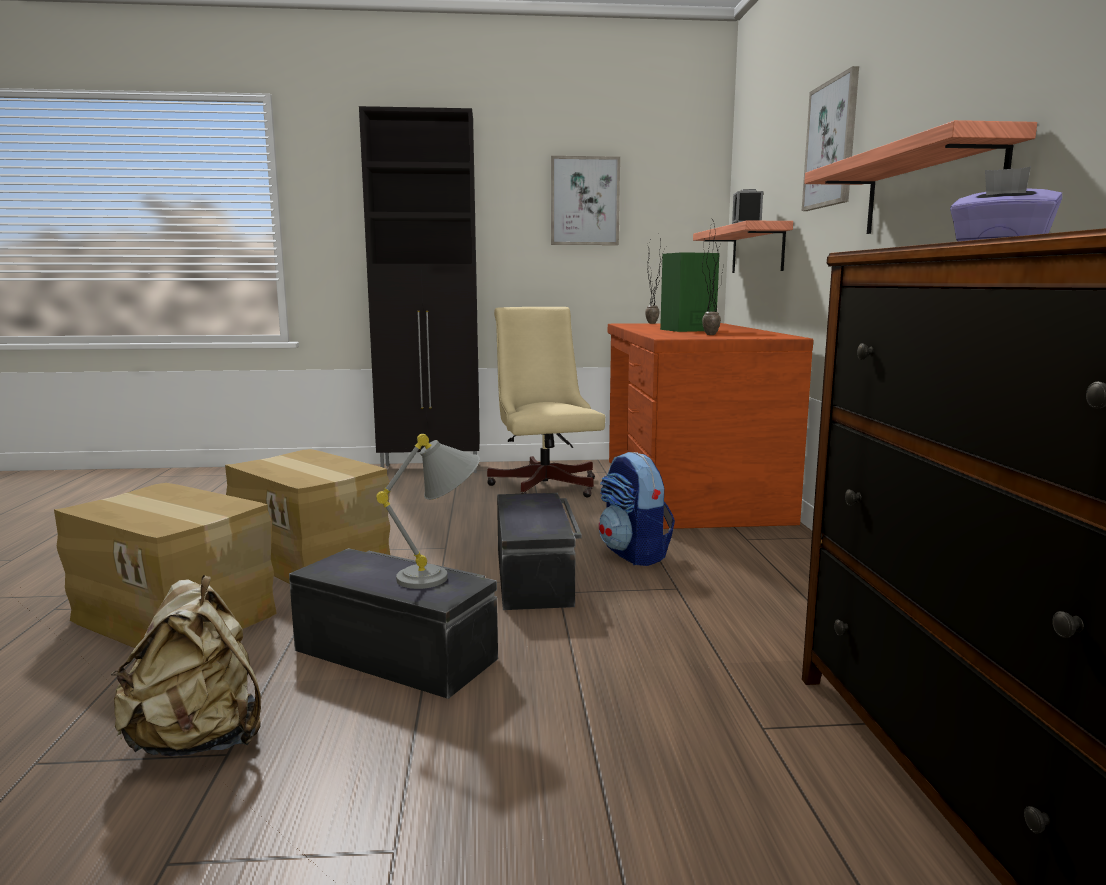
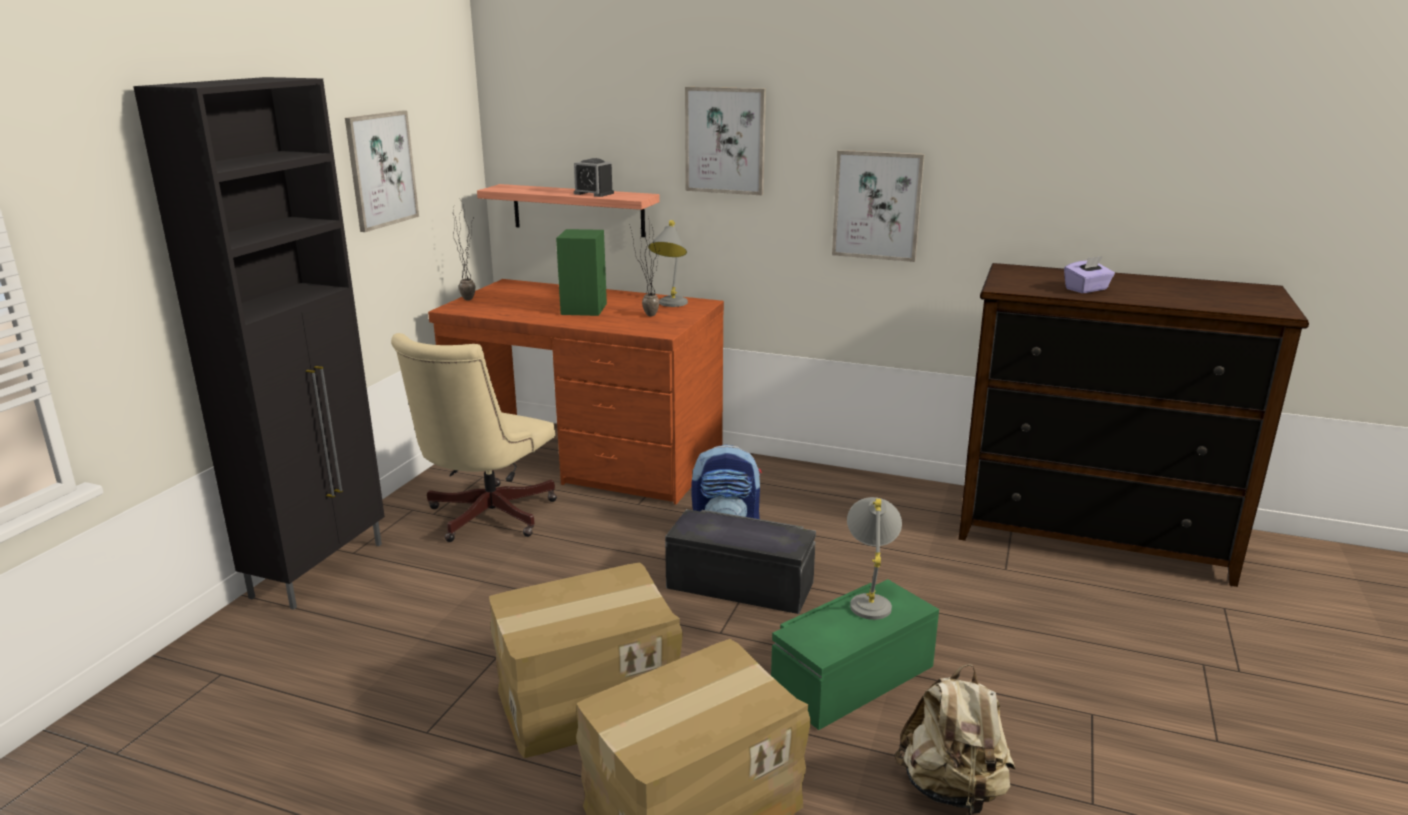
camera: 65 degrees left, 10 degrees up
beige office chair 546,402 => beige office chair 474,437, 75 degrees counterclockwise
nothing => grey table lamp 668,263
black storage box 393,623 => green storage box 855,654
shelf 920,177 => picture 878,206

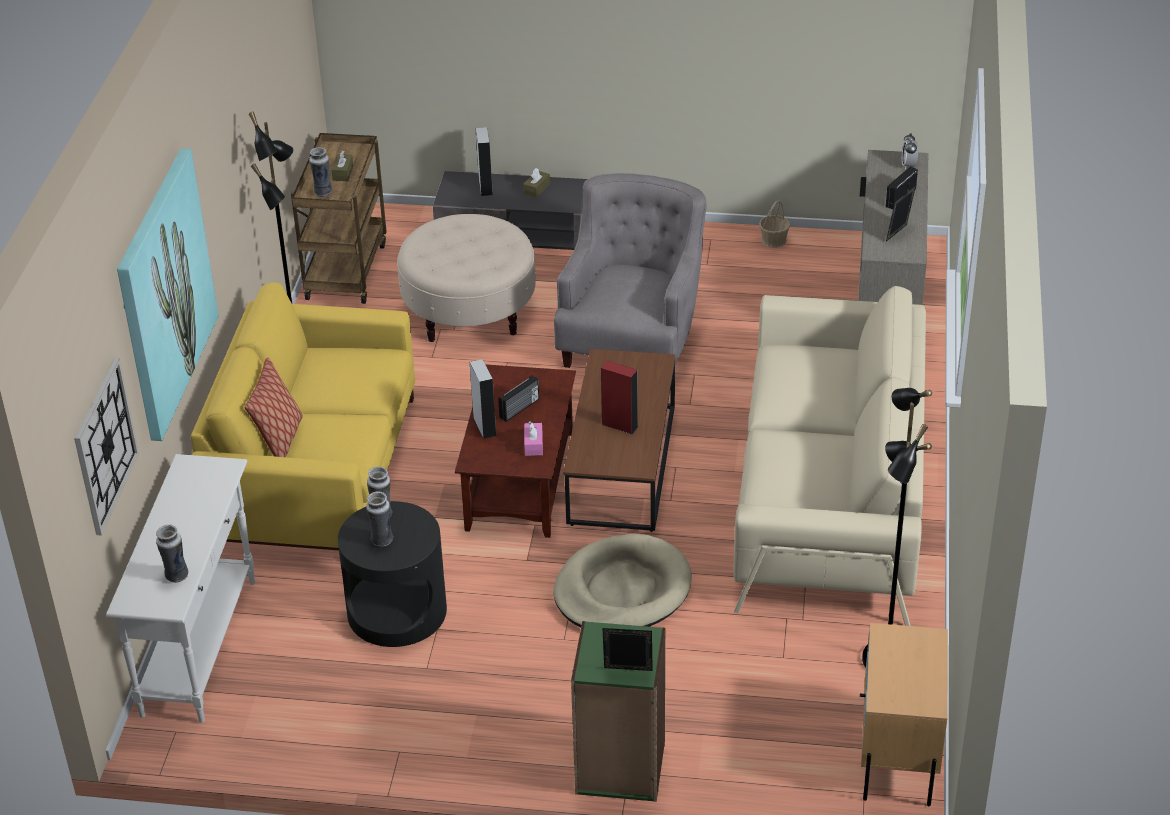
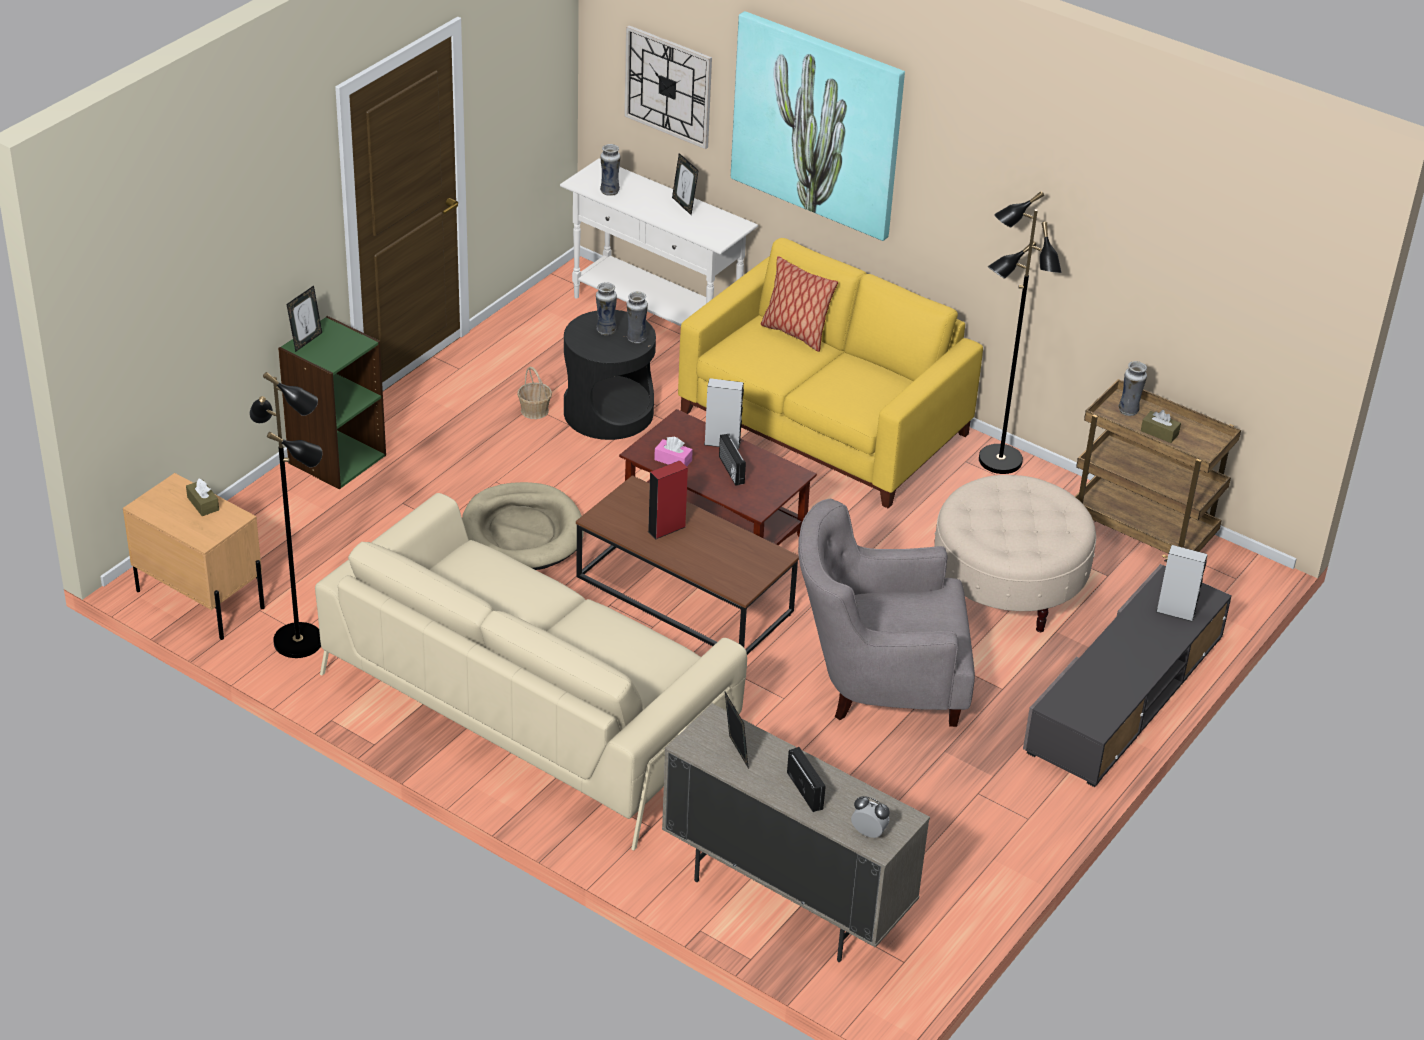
camera: 115 degrees right, 0 degrees up
brown tissue box 536,183 => brown tissue box 202,497, moved
basket 774,224 => basket 534,393, moved
nothing => picture frame 685,184
grey armchair 630,270 => grey armchair 886,613, 135 degrees clockwise

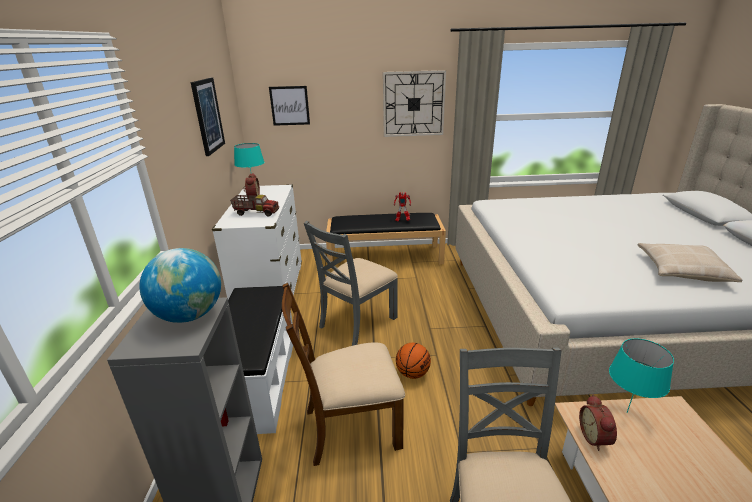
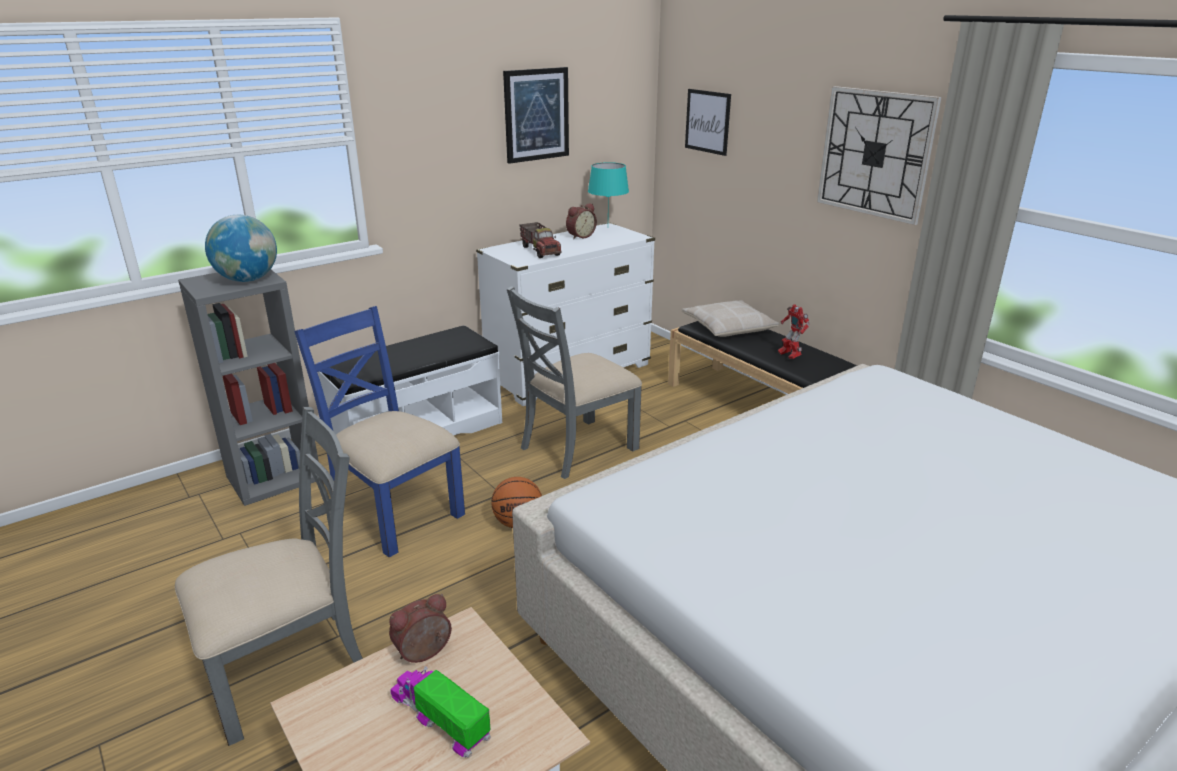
camera: 55 degrees right, 0 degrees up
brown chair 343,374 => blue chair 379,432
nothing => toy truck 440,712
grey chair 351,283 => grey chair 574,382, 45 degrees counterclockwise
beige pillow 690,262 => beige pillow 730,318, moved
turquoise table lamp 641,375 => nothing

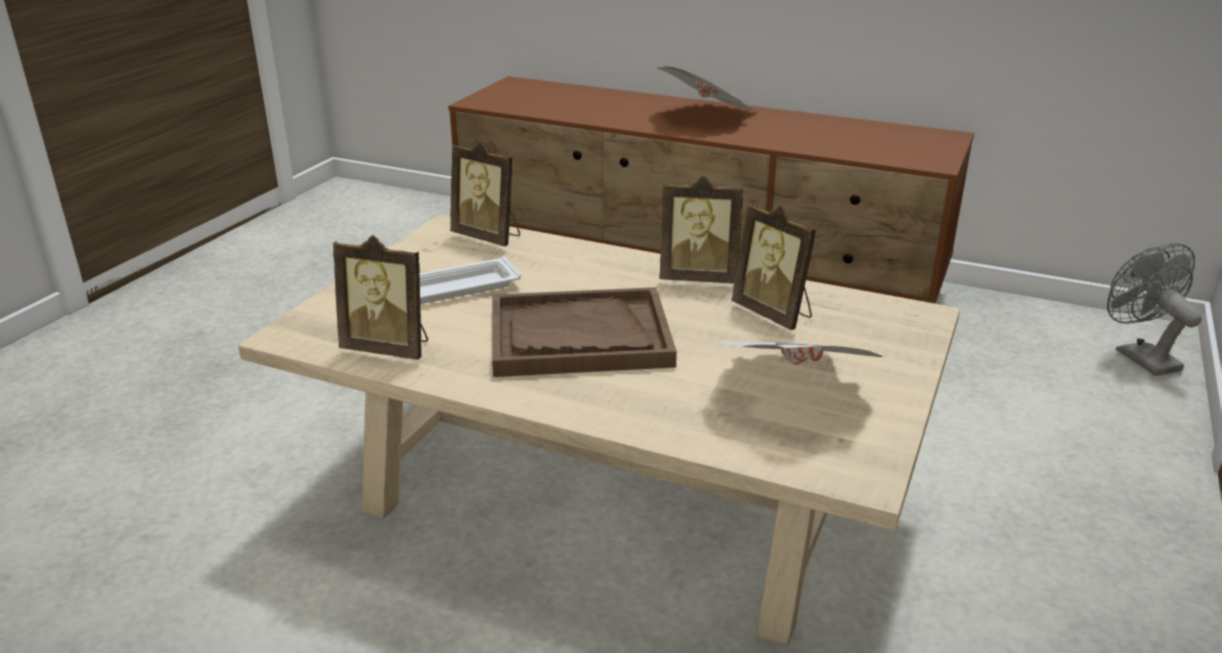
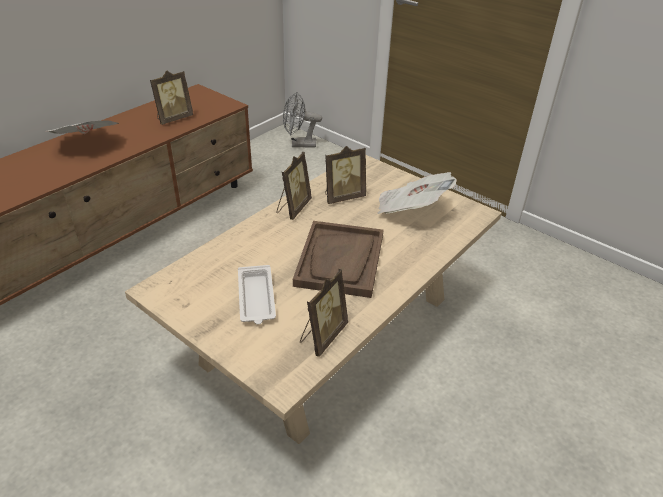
camera: 75 degrees left, 10 degrees up
picture frame 485,193 => picture frame 171,98, moved

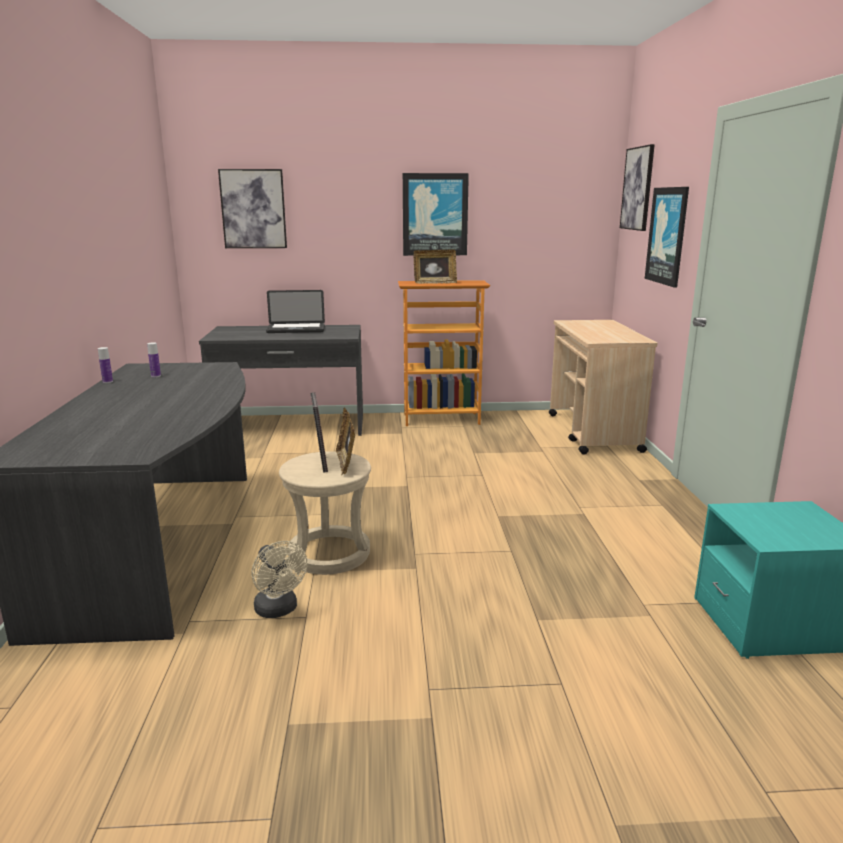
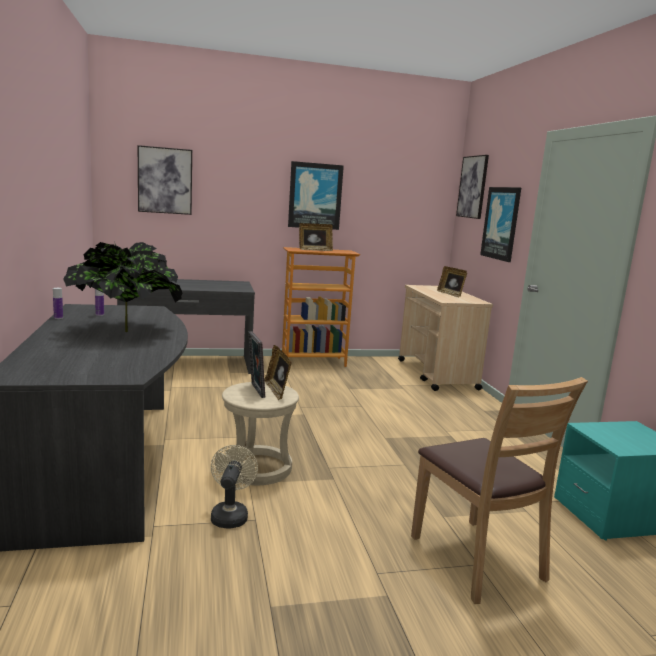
camera: 10 degrees left, 5 degrees down
nothing => potted plant 123,286
beige fan 280,579 => beige fan 234,487, 135 degrees counterclockwise
nothing => brown chair 499,490
nothing => picture frame 452,281
laptop 295,311 => nothing

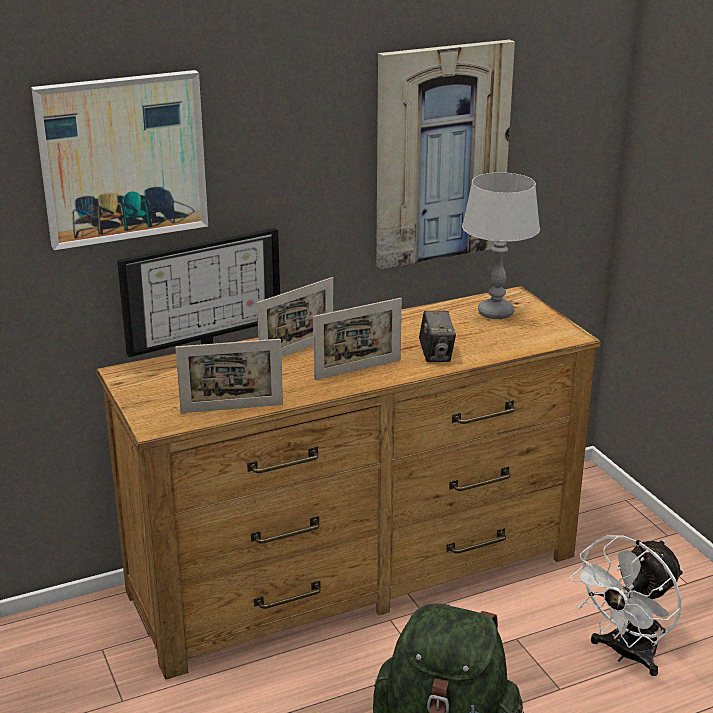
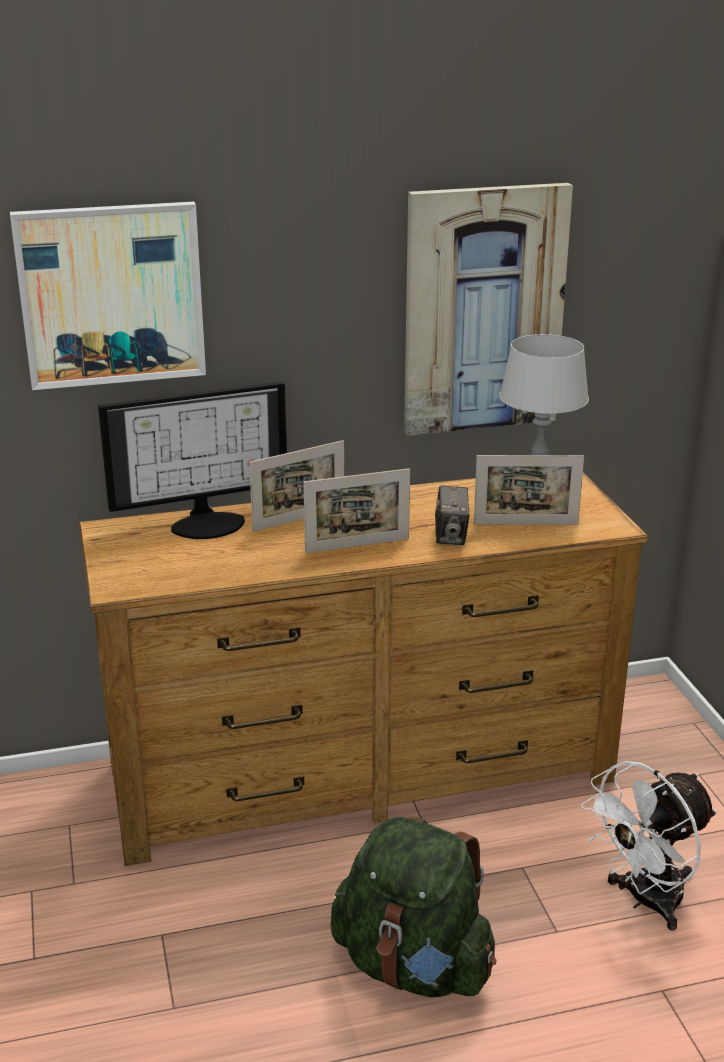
camera: 10 degrees right, 0 degrees up
picture frame 229,376 => picture frame 529,490, moved

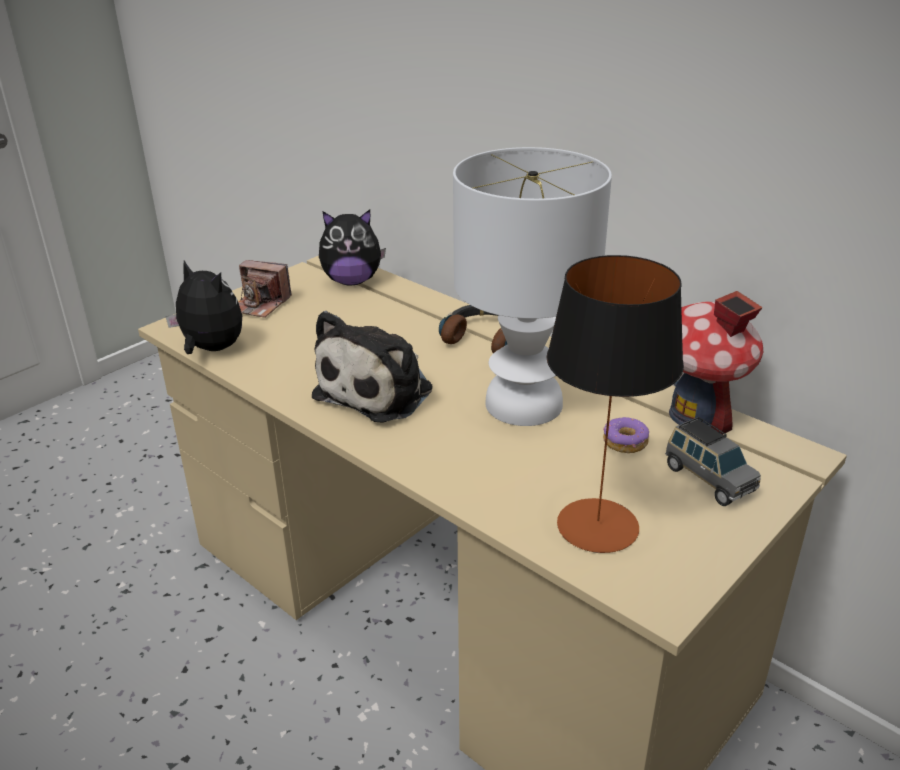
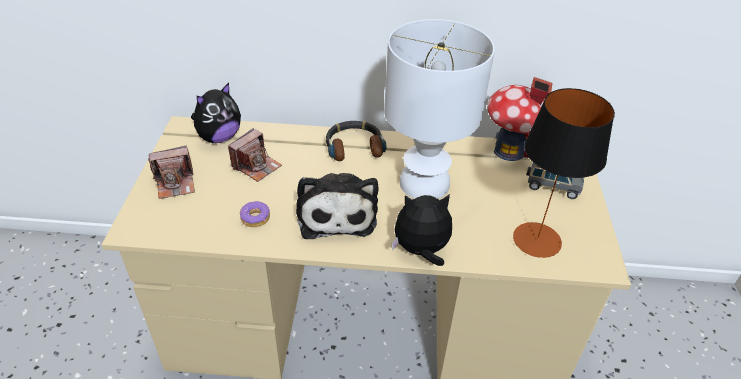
camera: 40 degrees left, 10 degrees up
nothing => photo camera 255,155
donut 626,435 => donut 255,214, moved
plush toy 204,307 => plush toy 421,230, moved

